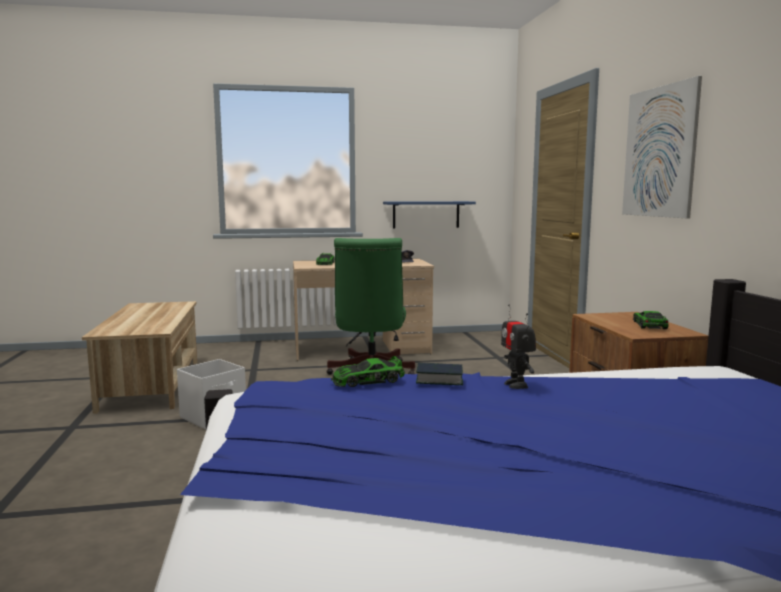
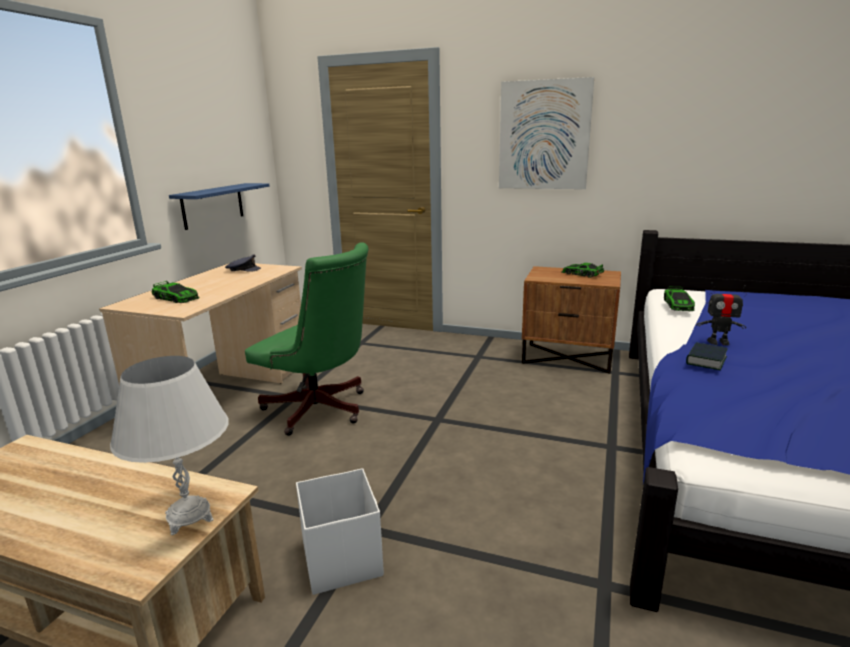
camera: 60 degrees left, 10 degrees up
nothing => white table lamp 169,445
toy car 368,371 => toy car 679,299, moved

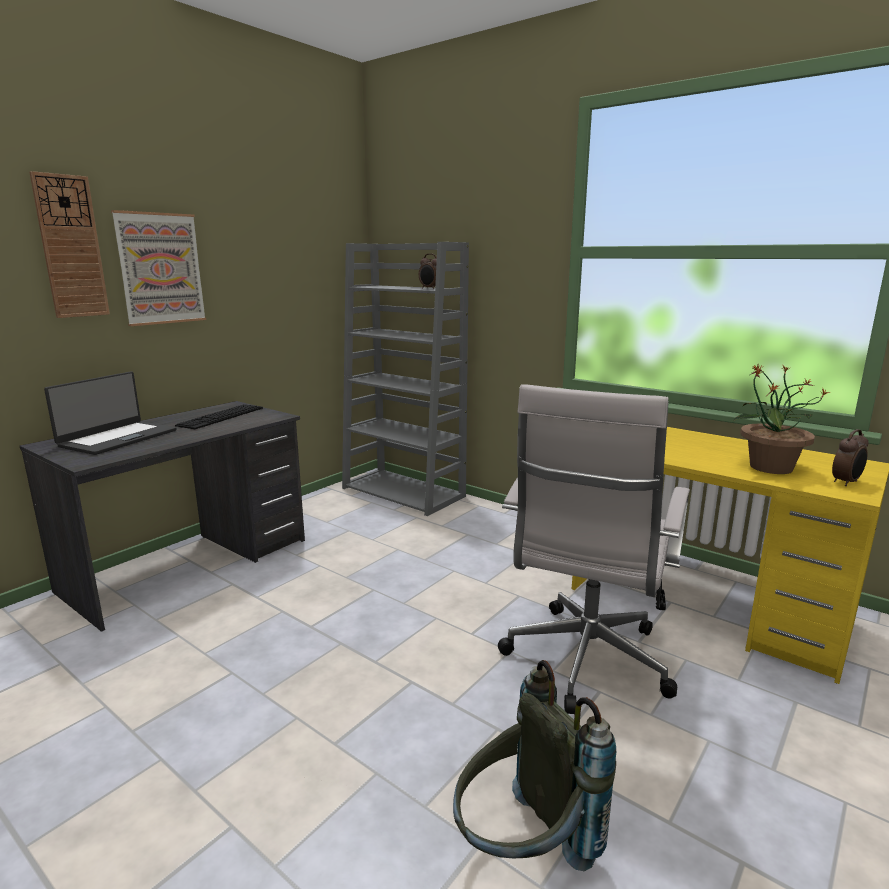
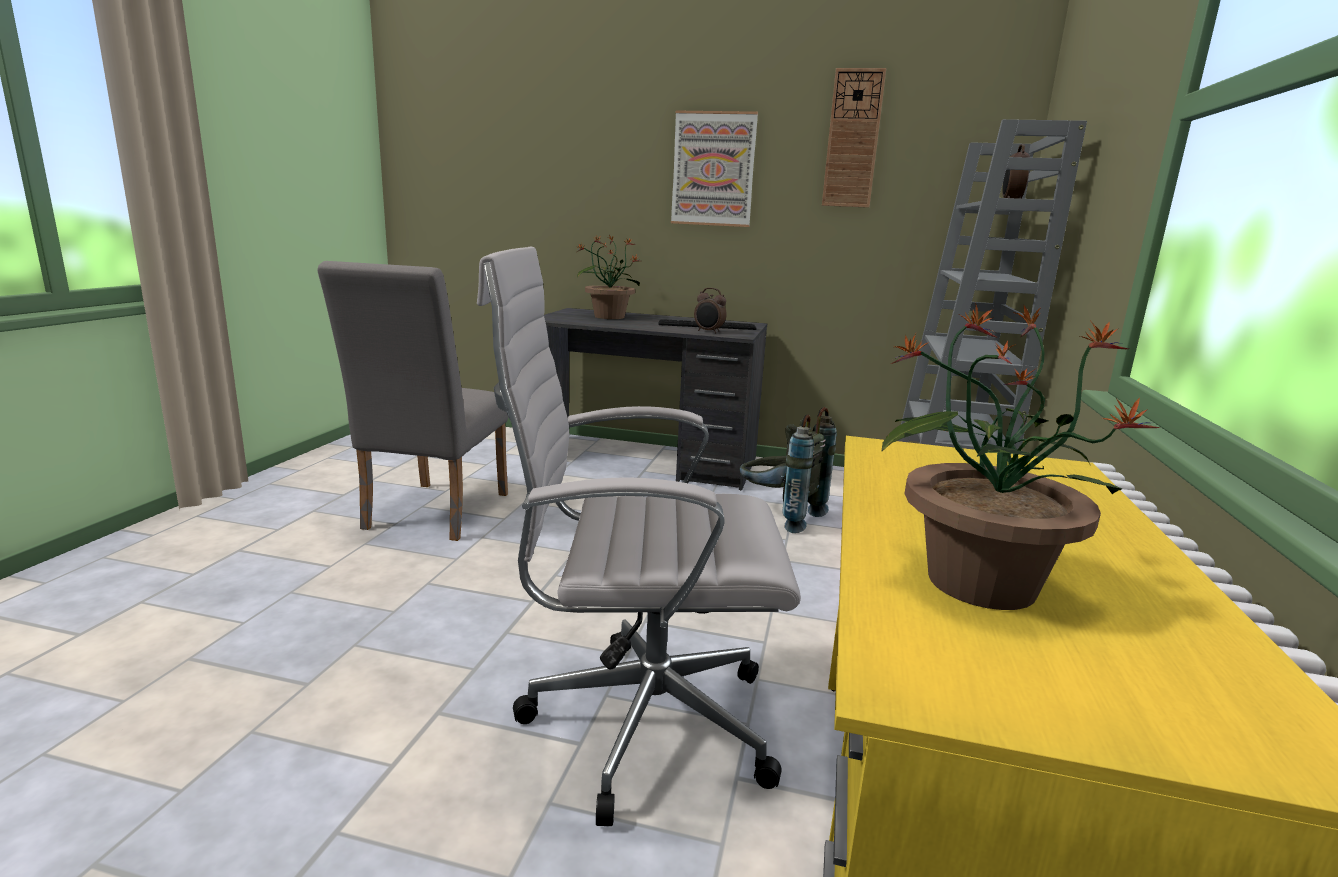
camera: 65 degrees right, 0 degrees up
nothing => grey chair 413,401
laptop 110,413 => potted plant 608,277
alarm clock 850,457 => alarm clock 710,311, moved
grey backpack 534,765 => grey backpack 788,470, moved
wall clock 69,244 => wall clock 854,138, moved

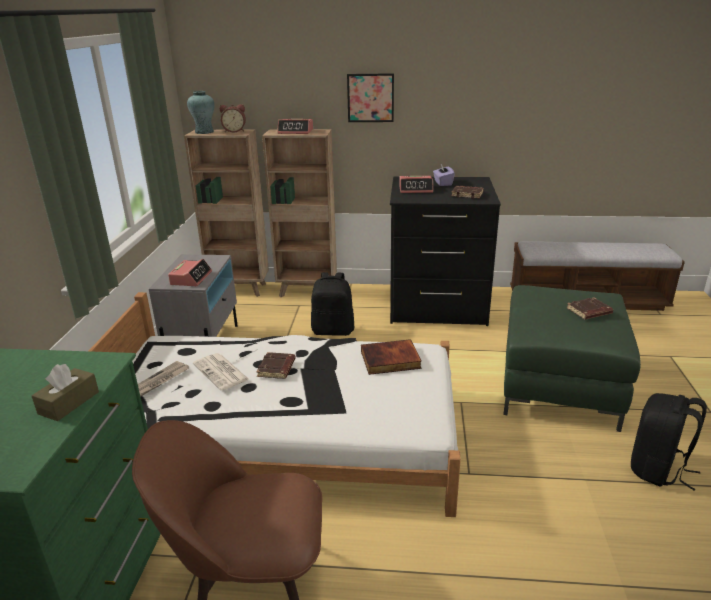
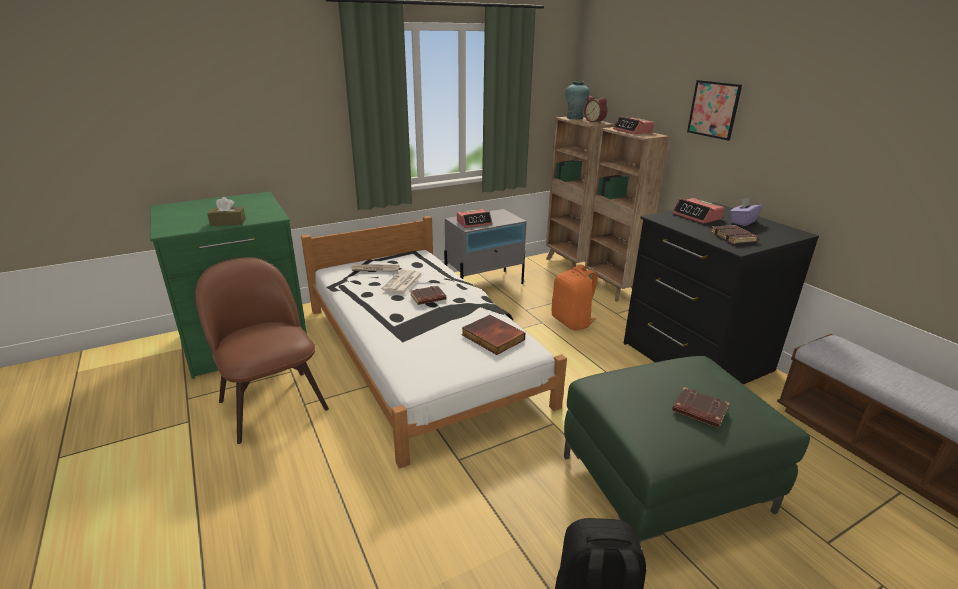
camera: 55 degrees right, 0 degrees up
black backpack 332,304 => orange backpack 574,298

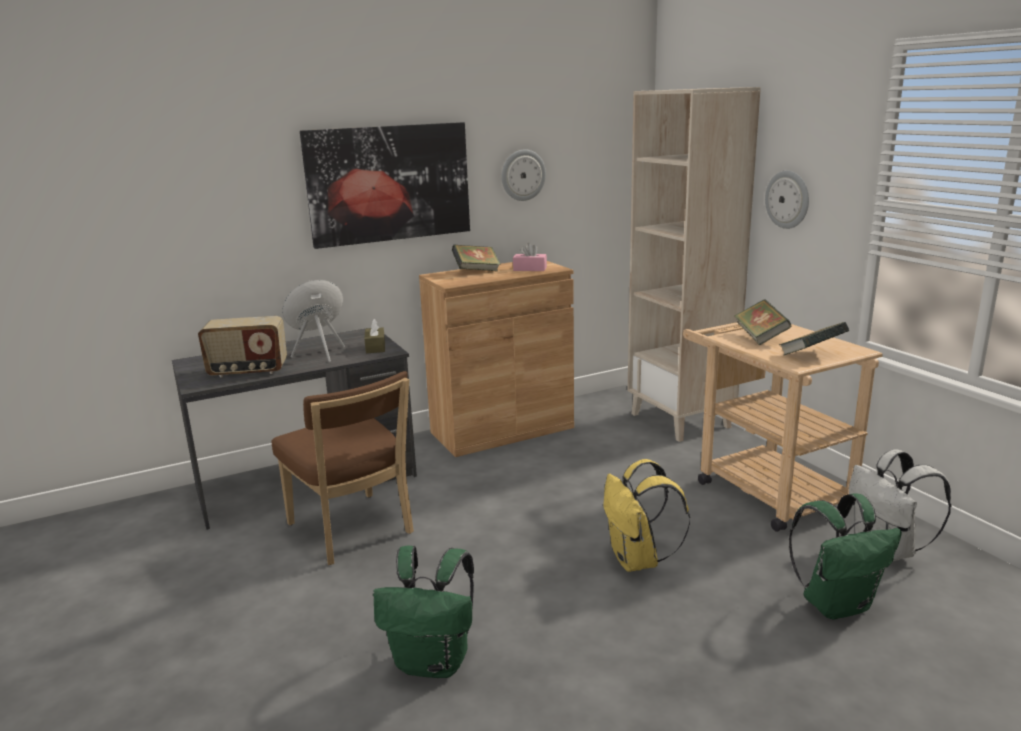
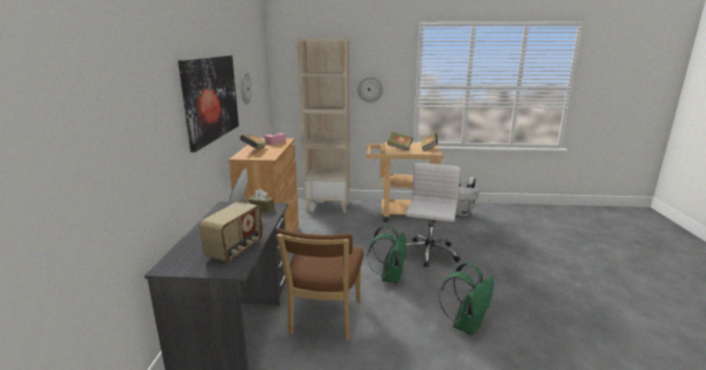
camera: 60 degrees left, 0 degrees up
brown chair 342,468 => brown chair 320,285, 105 degrees clockwise
green backpack 845,556 => green backpack 387,254, moved
yellow backpack 646,515 => white office chair 432,215

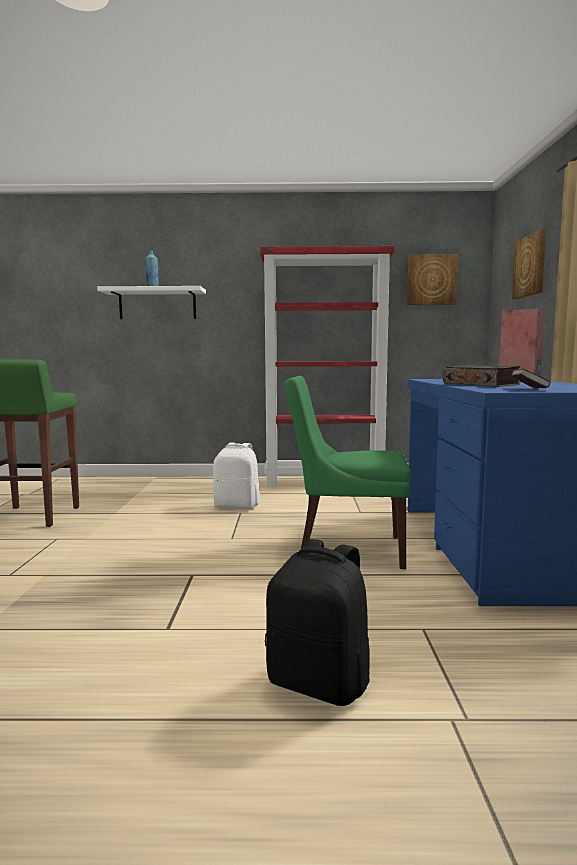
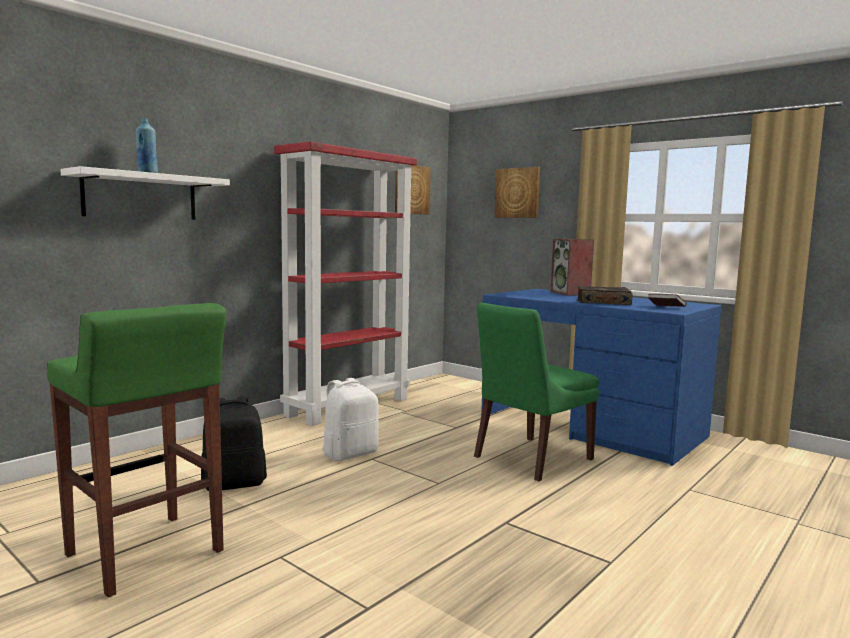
camera: 50 degrees left, 0 degrees up
black backpack 317,622 => black backpack 234,444, moved

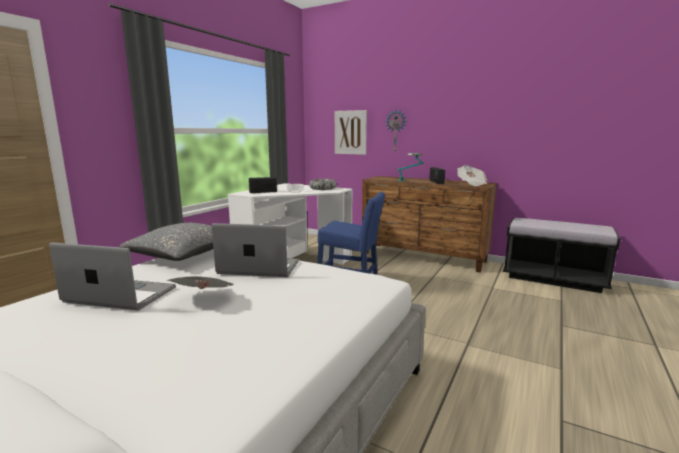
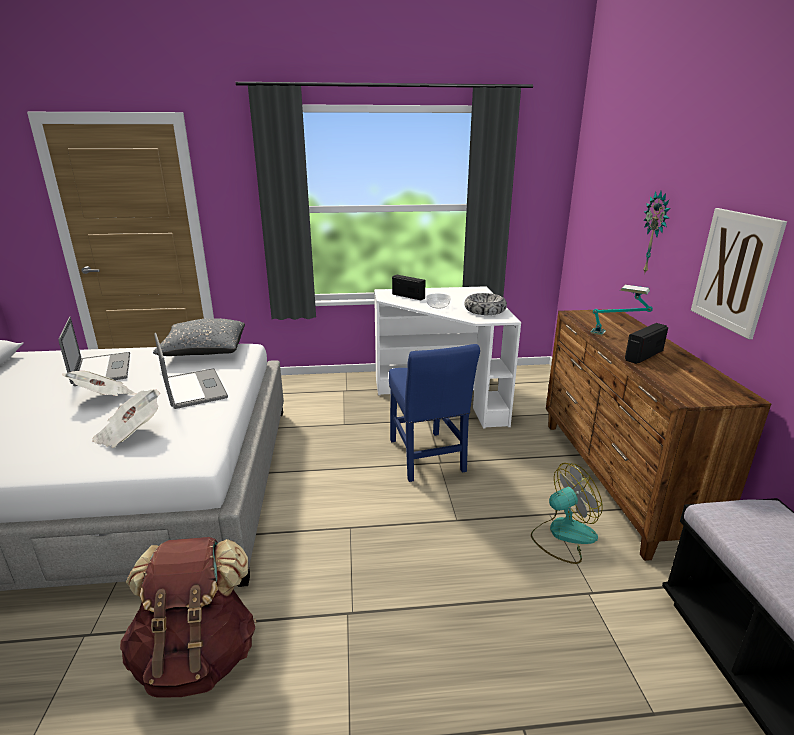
camera: 55 degrees right, 10 degrees up
newspaper 472,175 => newspaper 126,418, moved
nothing => brown backpack 188,617
nothing => fan 567,513
picture 351,132 => picture 739,274, moved

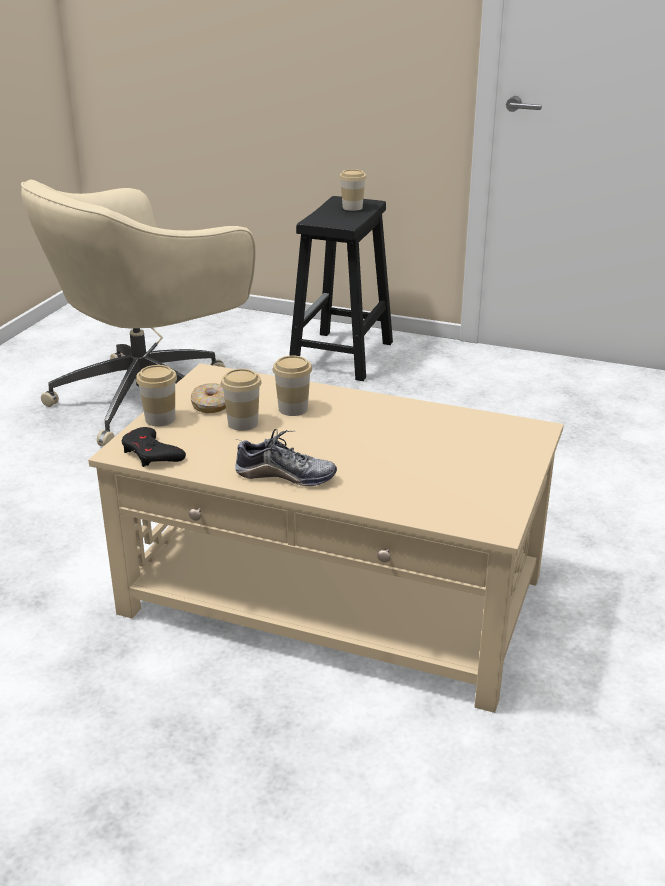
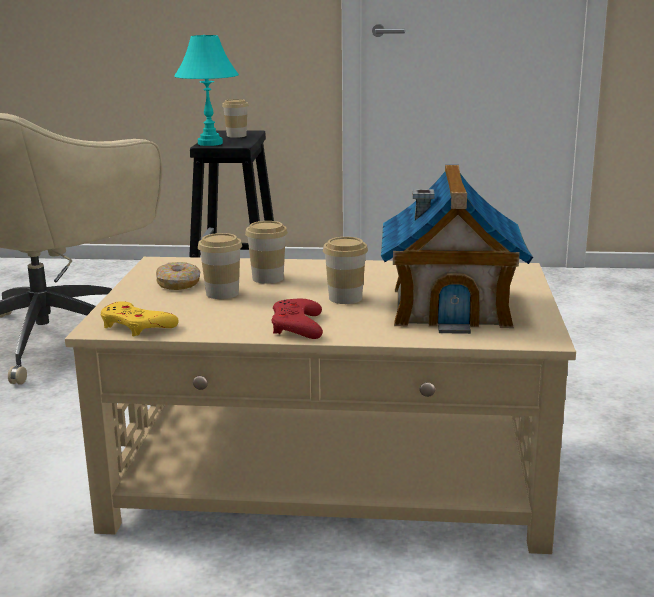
camera: 15 degrees left, 10 degrees down
black game controller 154,447 => yellow game controller 139,319
nothing => turquoise table lamp 206,90
shoe 285,457 => red game controller 297,319
cup 156,396 => cup 345,270, moved
nothing => toy house 457,249

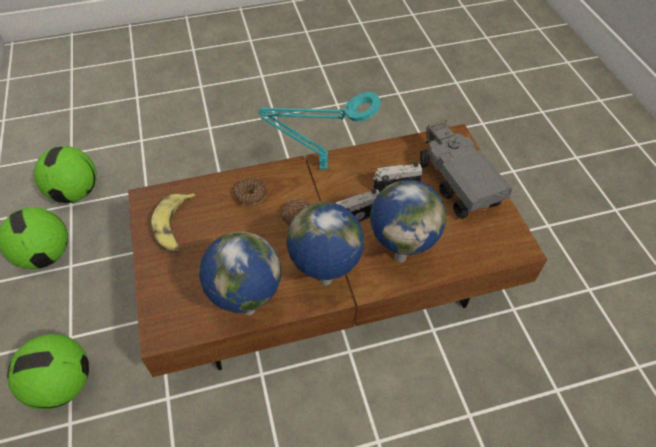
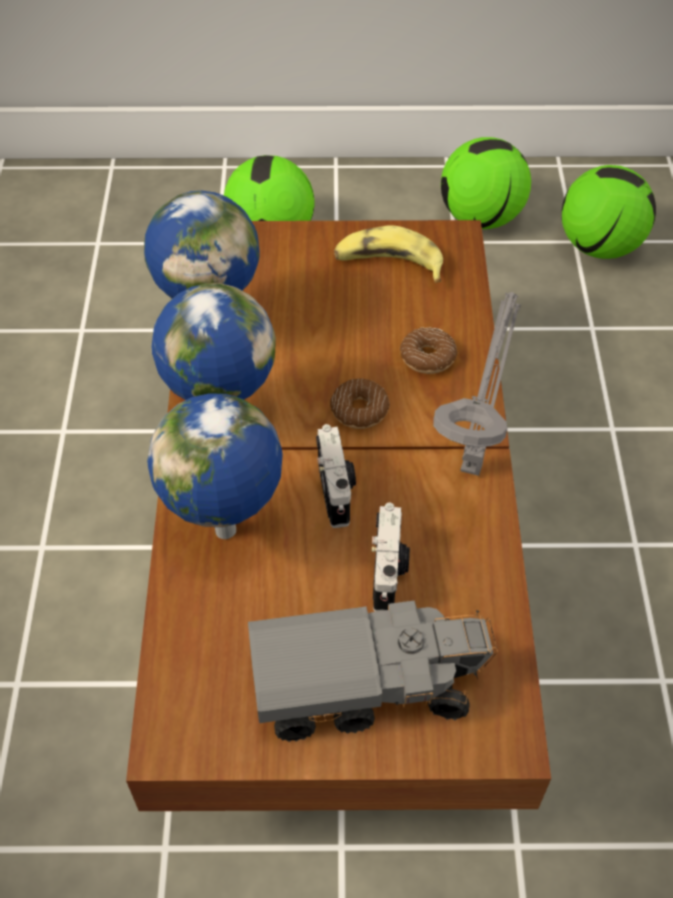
camera: 105 degrees right, 0 degrees up
turquoise table lamp 319,131 => grey table lamp 477,384

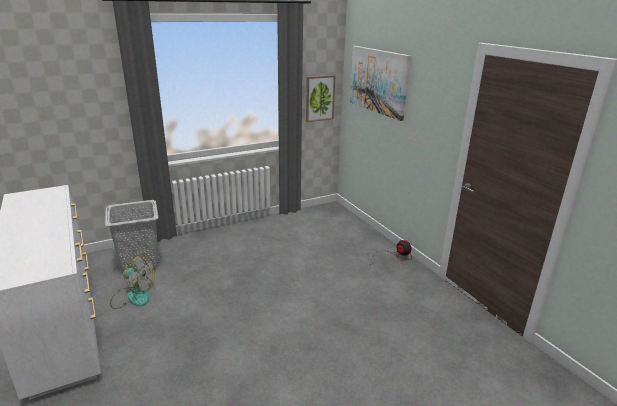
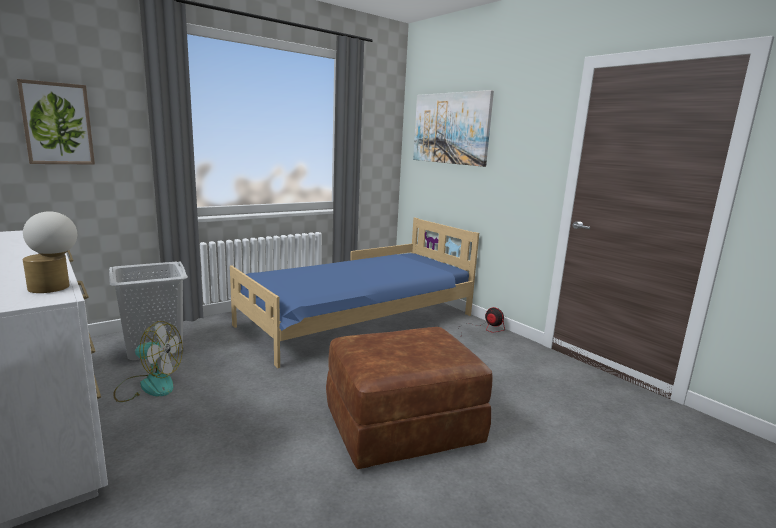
camera: 10 degrees left, 10 degrees down
picture 320,98 => picture 56,122, moved
nothing => table lamp 50,252
nothing => blue bed 354,293
nothing => brown ottoman 409,398

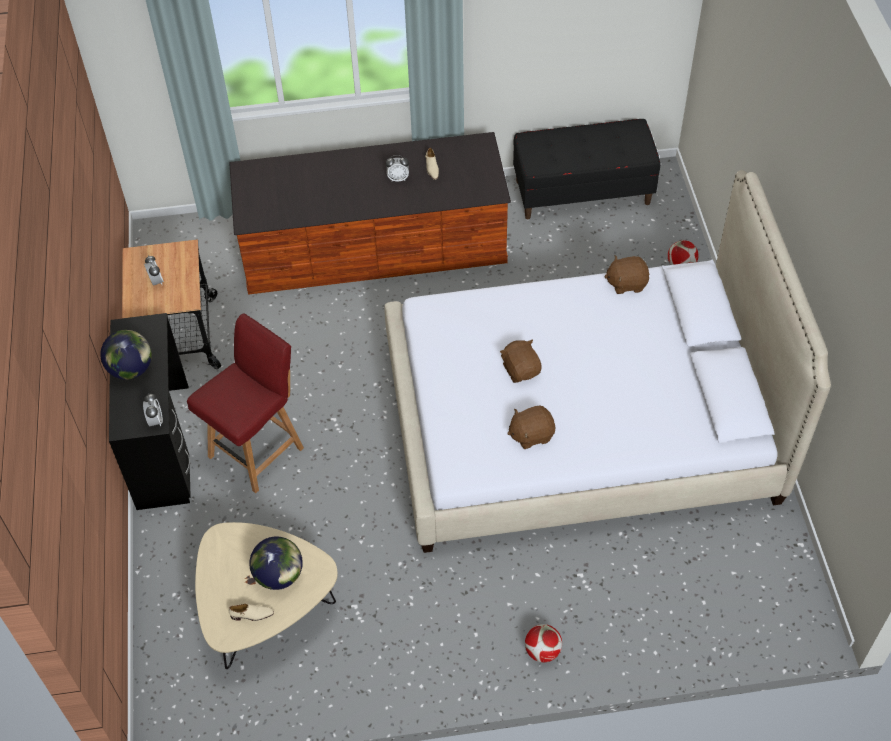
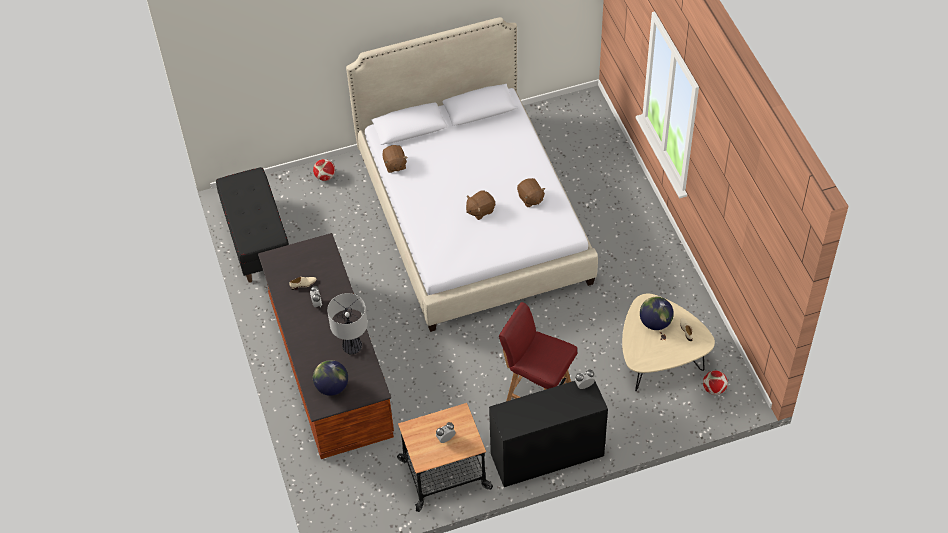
camera: 100 degrees left, 0 degrees up
globe 126,355 => globe 330,378, moved
nothing => table lamp 347,324
football 543,643 => football 715,382, moved

